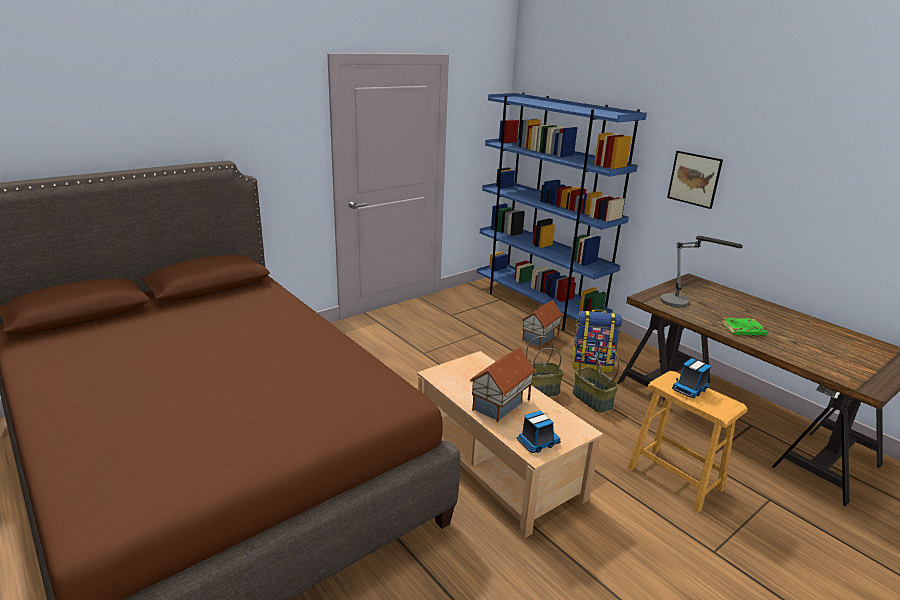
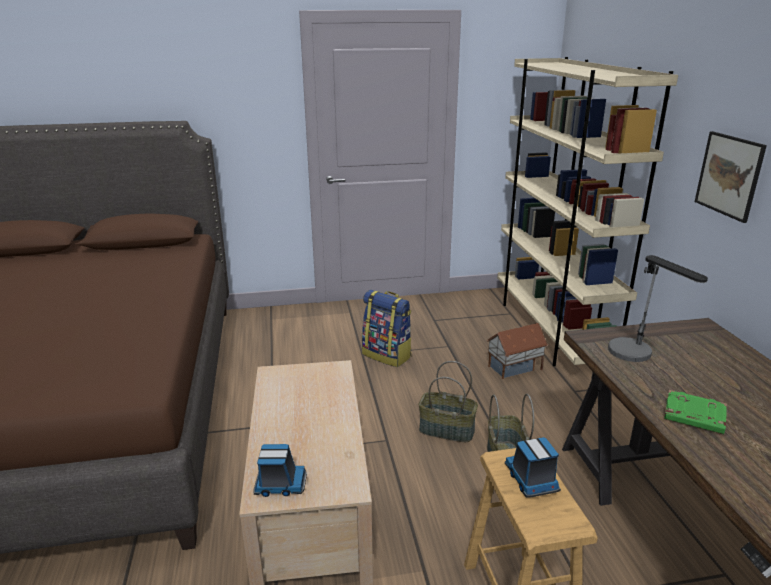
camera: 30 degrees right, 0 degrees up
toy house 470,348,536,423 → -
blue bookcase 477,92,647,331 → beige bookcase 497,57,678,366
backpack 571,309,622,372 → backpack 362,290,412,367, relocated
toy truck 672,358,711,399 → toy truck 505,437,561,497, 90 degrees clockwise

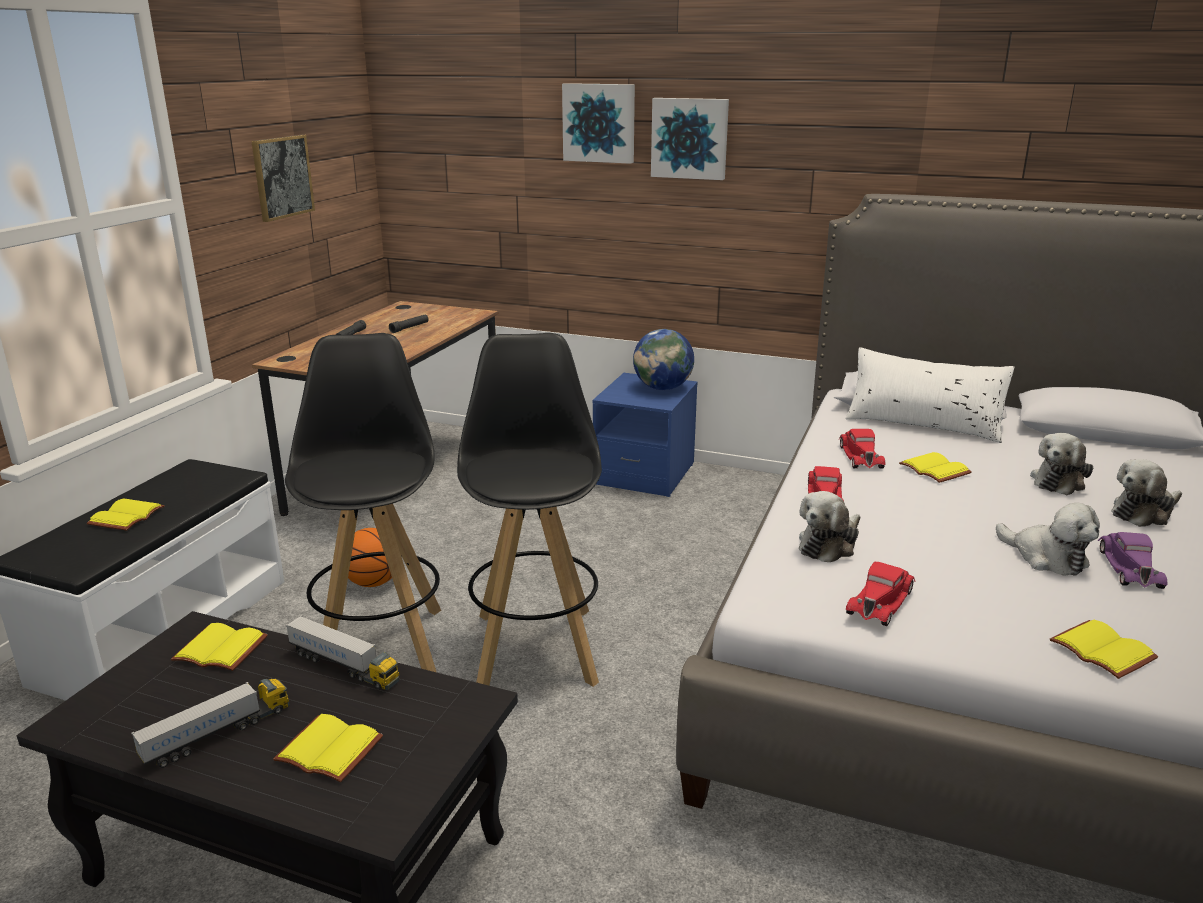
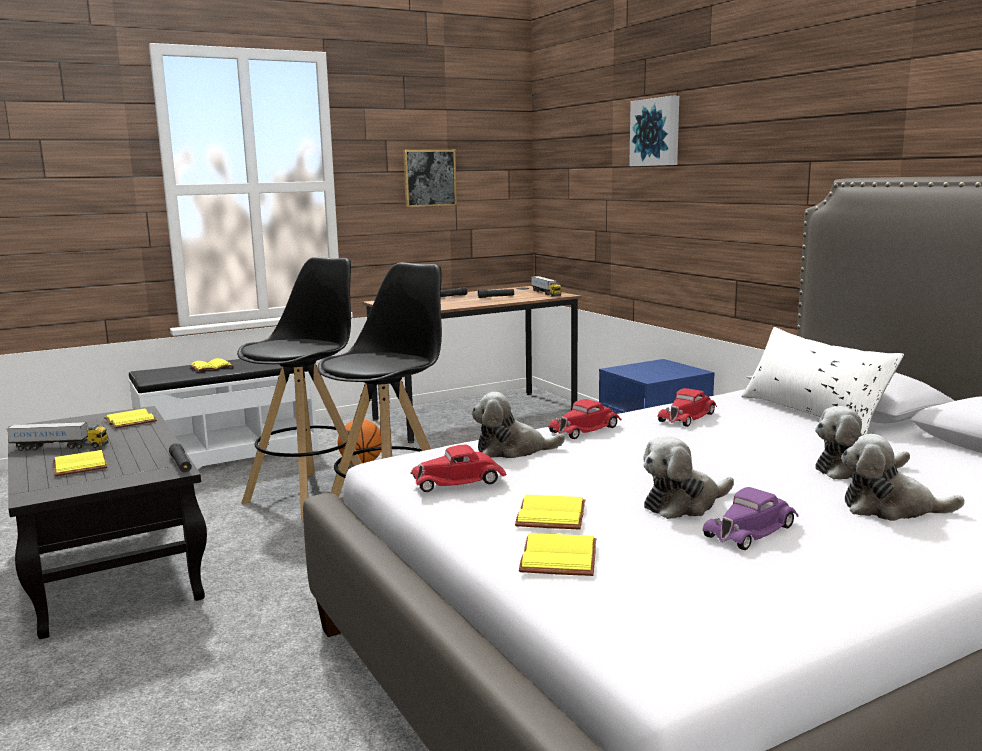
camera: 40 degrees right, 10 degrees down
toy truck 286,616,399,690 → toy truck 531,276,561,297, relocated
globe 633,329,694,390 → -
picture 651,98,729,180 → -
yellow book 899,452,972,483 → yellow book 515,495,585,529, relocated
plush toy 996,503,1100,576 → plush toy 643,436,734,519, 60 degrees clockwise
- → black flashlight 169,443,192,472

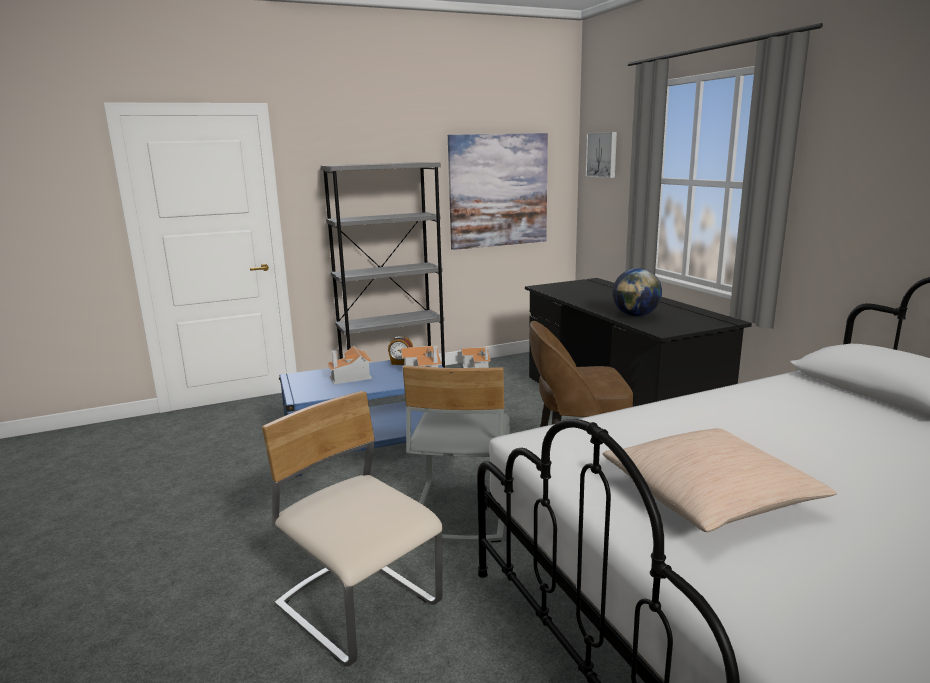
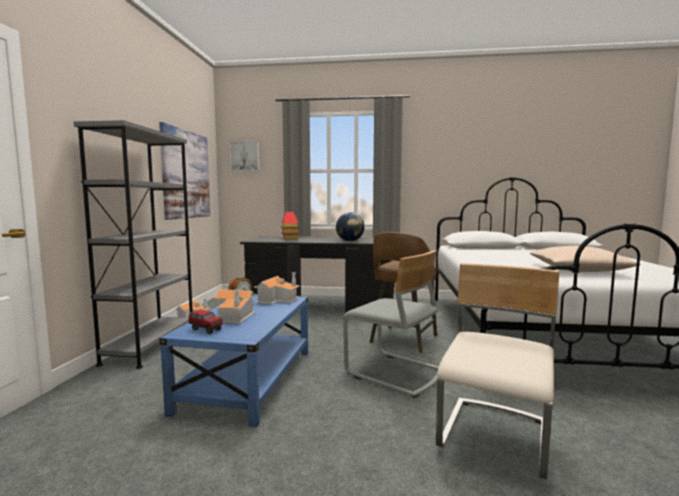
camera: 60 degrees left, 10 degrees down
beige chair 262,391,443,667 → beige chair 436,263,559,480, 135 degrees clockwise
- → toy truck 189,309,223,334
- → toy house 281,212,299,240

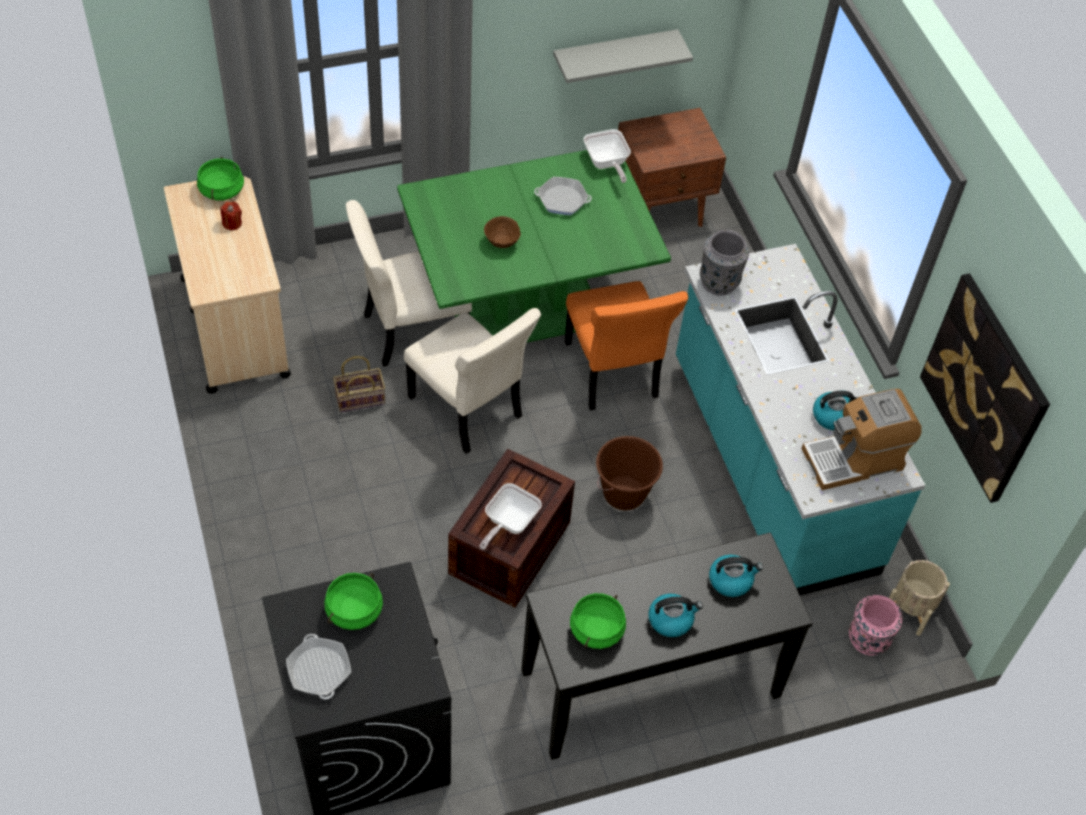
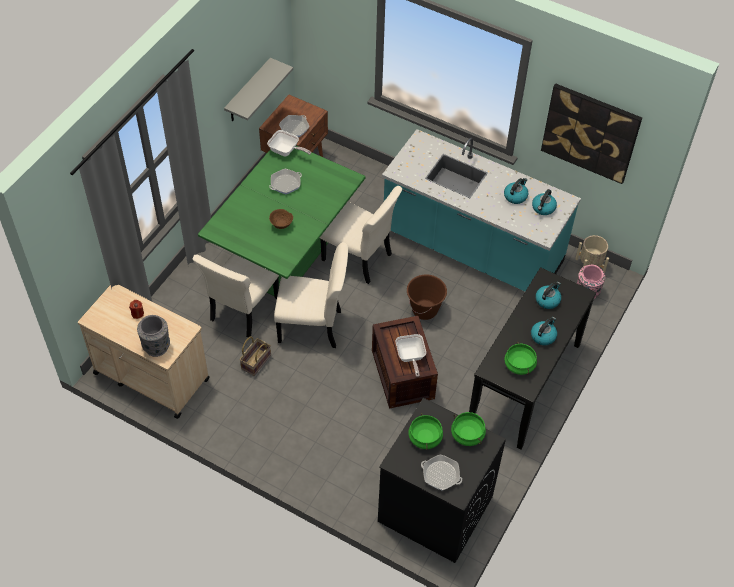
camera: 40 degrees left, 0 degrees up
green cooking pot 197,156,244,201 → green cooking pot 451,412,486,446, relocated
orange chair 565,281,688,411 → beige chair 320,186,402,284
grey vase 700,230,749,296 → grey vase 137,315,170,357, relocated
coffee machine 801,389,921,490 → kettle 532,189,557,215
- → frying pan 279,115,310,137

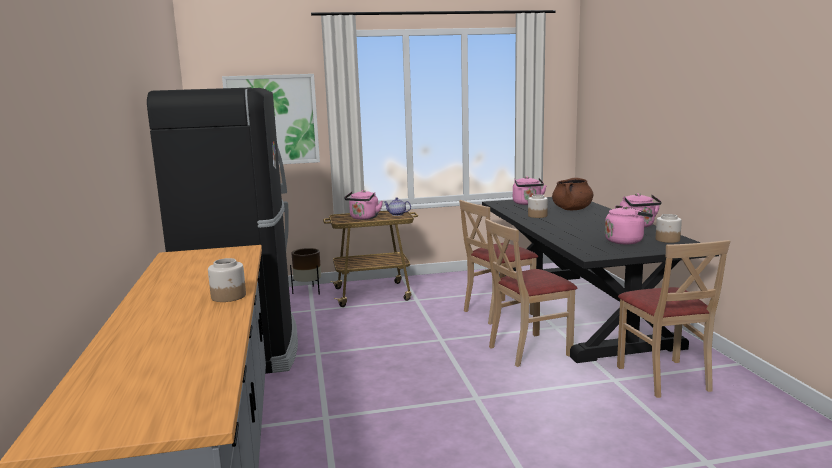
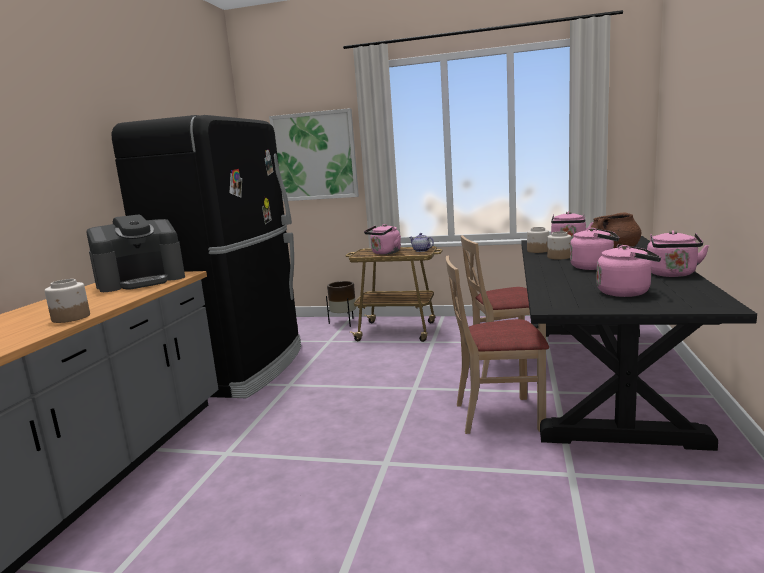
camera: 25 degrees right, 0 degrees up
beige chair 617,240,730,398 → -
jar 656,214,682,243 → jar 527,227,549,253, relocated
- → coffee machine 86,214,185,292
- → pink kettle 570,228,620,270

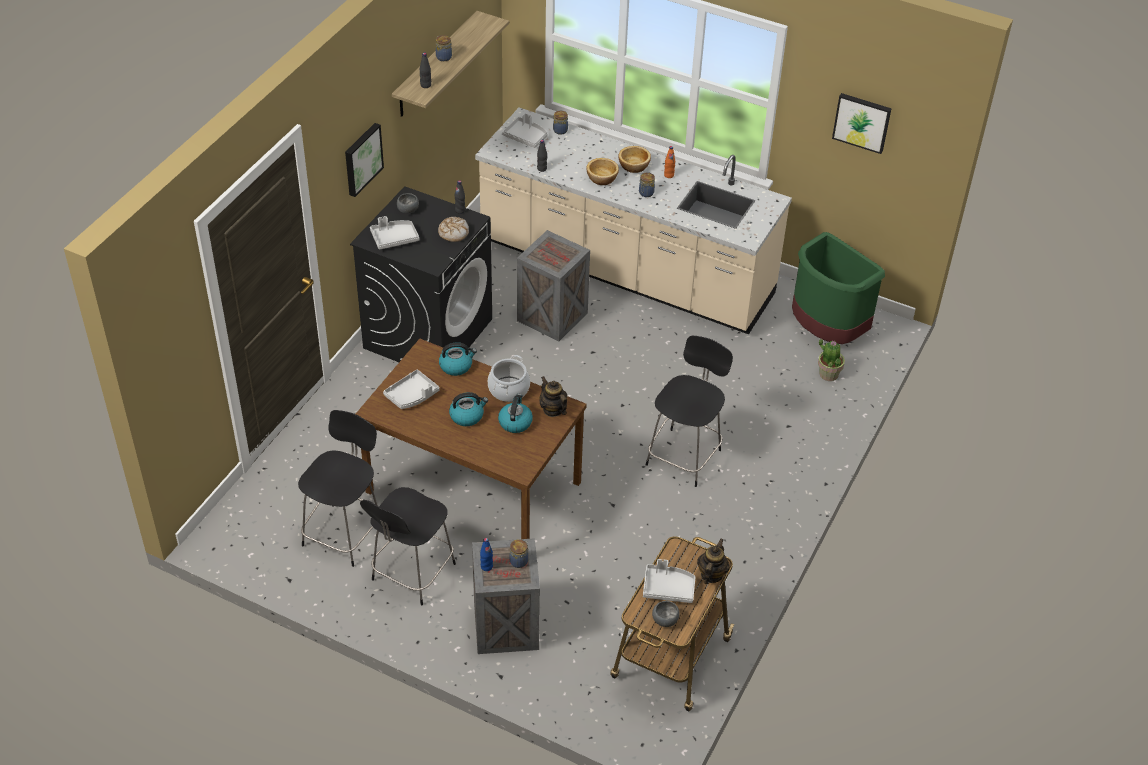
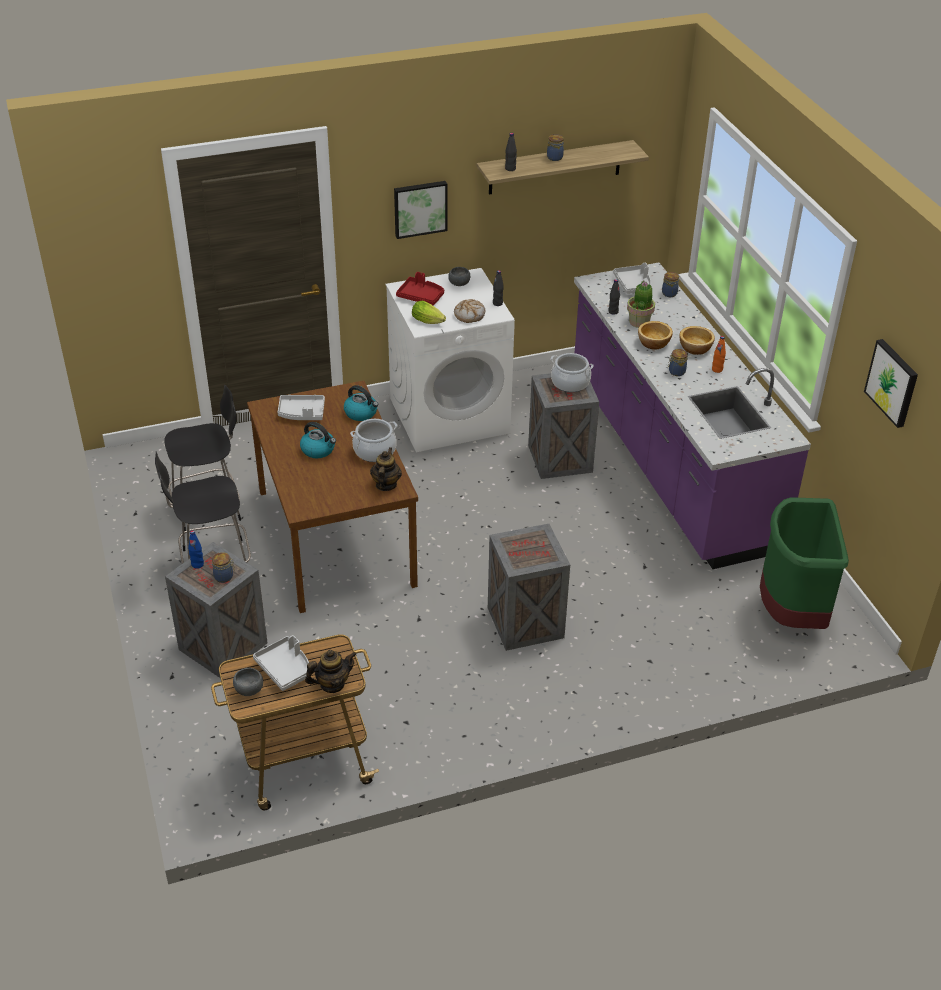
camera: 45 degrees right, 5 degrees down
black washing machine 350,186,492,362 → white washing machine 386,268,515,452
grey tray 370,216,419,250 → red tray 396,272,444,306
beige counter 475,108,792,335 → purple counter 574,263,811,569
kettle 498,394,533,433 → -
black chair 646,336,733,487 → crate 488,524,570,651
potted plant 818,339,845,381 → potted plant 627,280,655,328, relocated
- → lettuce 412,301,446,324
- → cooking pot 551,353,594,392

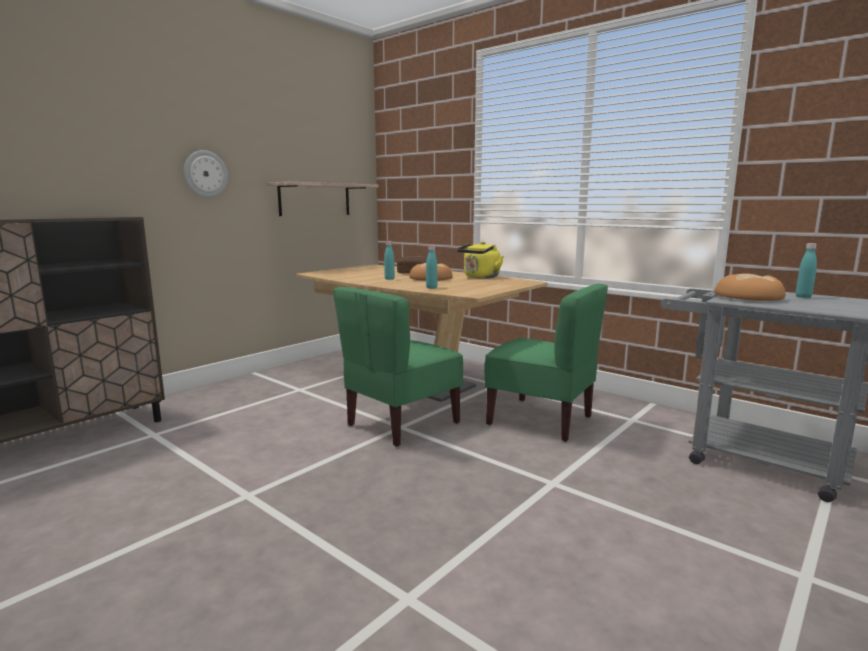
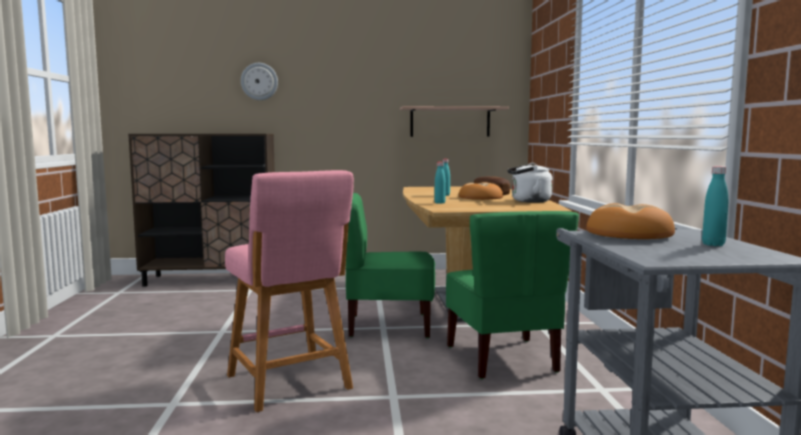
camera: 45 degrees right, 5 degrees down
wall clock 184,150,228,198 → wall clock 241,63,278,100, relocated
yellow kettle 457,242,504,278 → white kettle 507,163,553,203
- → pink stool 225,170,354,412

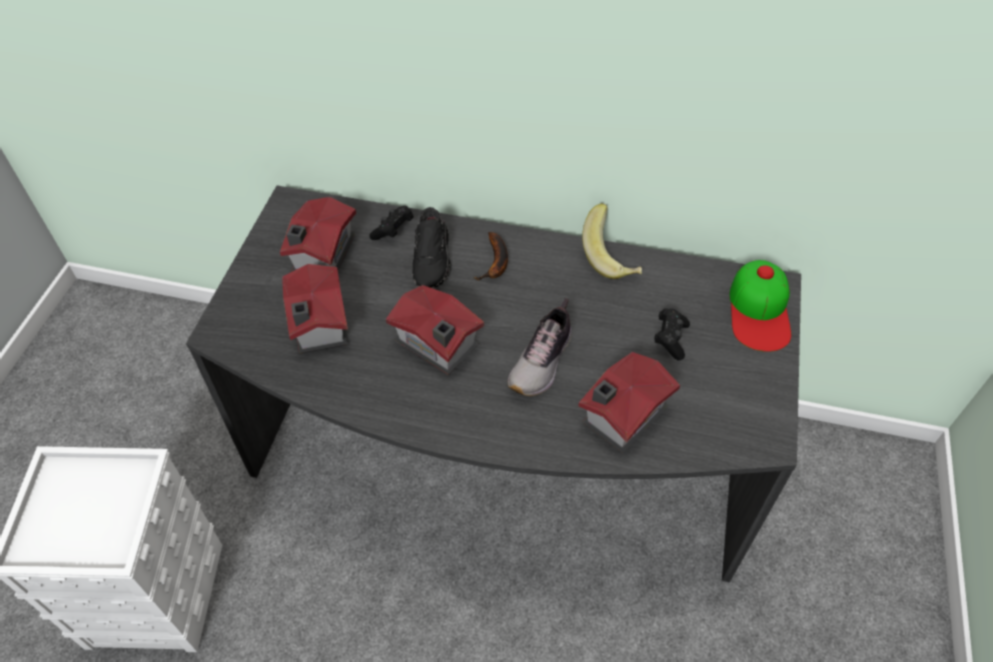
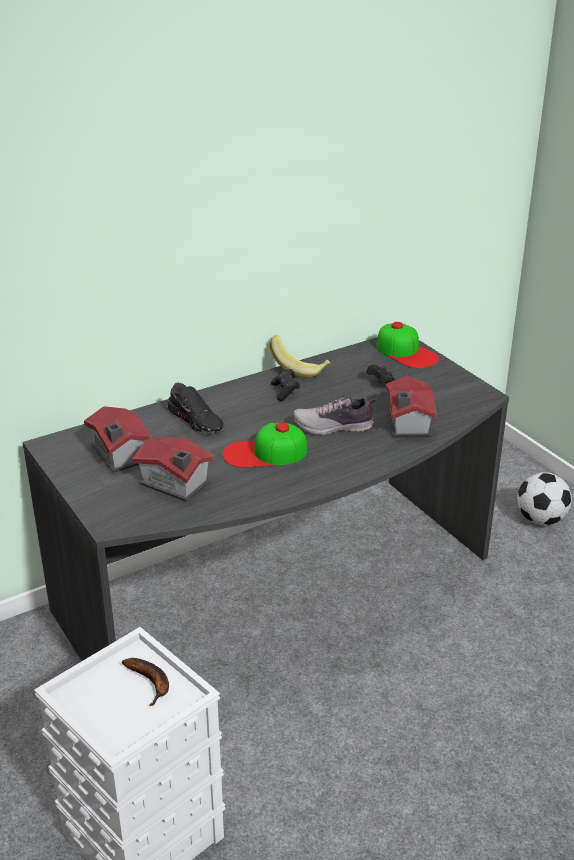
camera: 45 degrees left, 20 degrees down
black game controller 369,206,414,240 → black game controller 271,369,300,401, relocated
toy house 386,285,484,375 → cap 223,422,307,468
banana 474,232,508,280 → banana 122,658,169,706, relocated
shoe 507,298,572,396 → shoe 293,396,377,435, 105 degrees clockwise
- → football 517,472,572,525

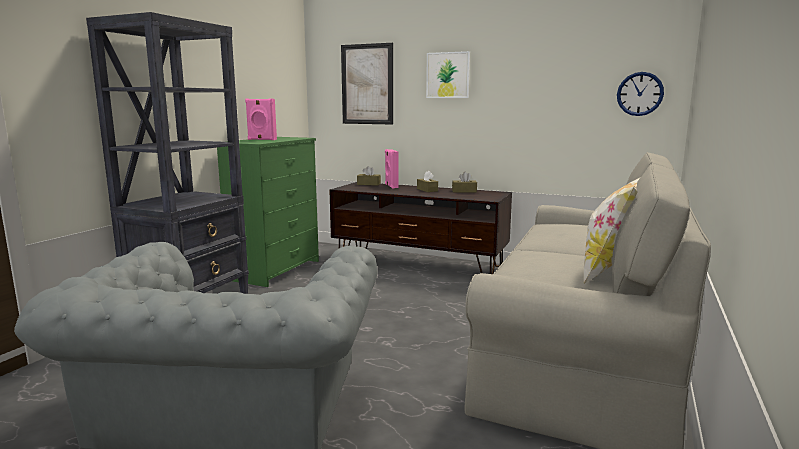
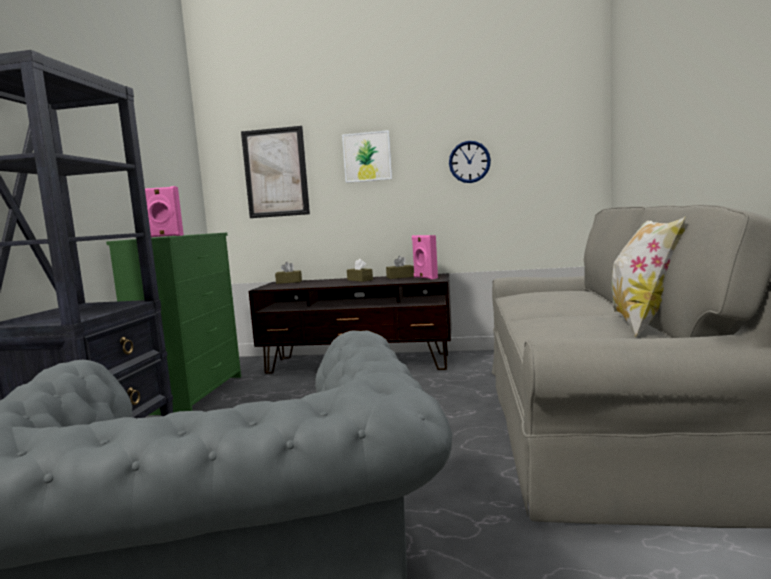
camera: 15 degrees left, 5 degrees down
pink speaker 385,149,398,189 → pink speaker 412,235,438,280, relocated
wall clock 617,72,664,116 → wall clock 449,141,491,183, relocated

